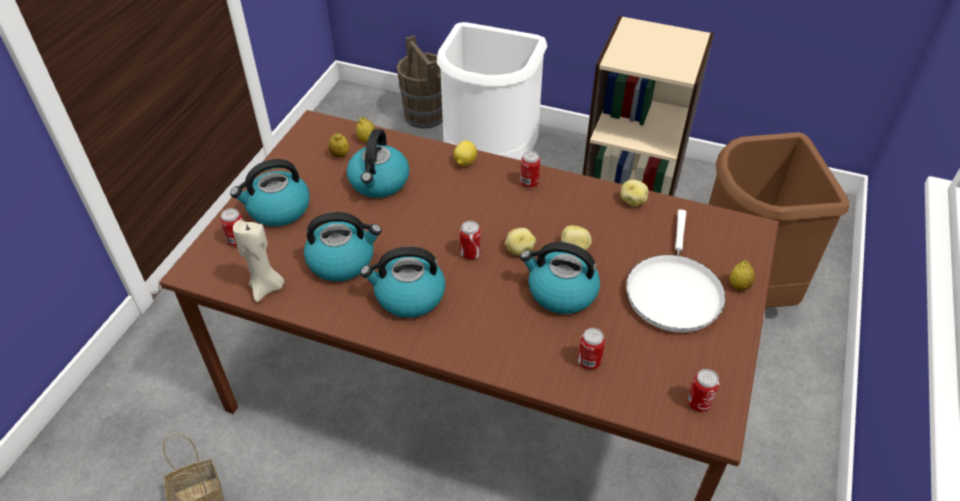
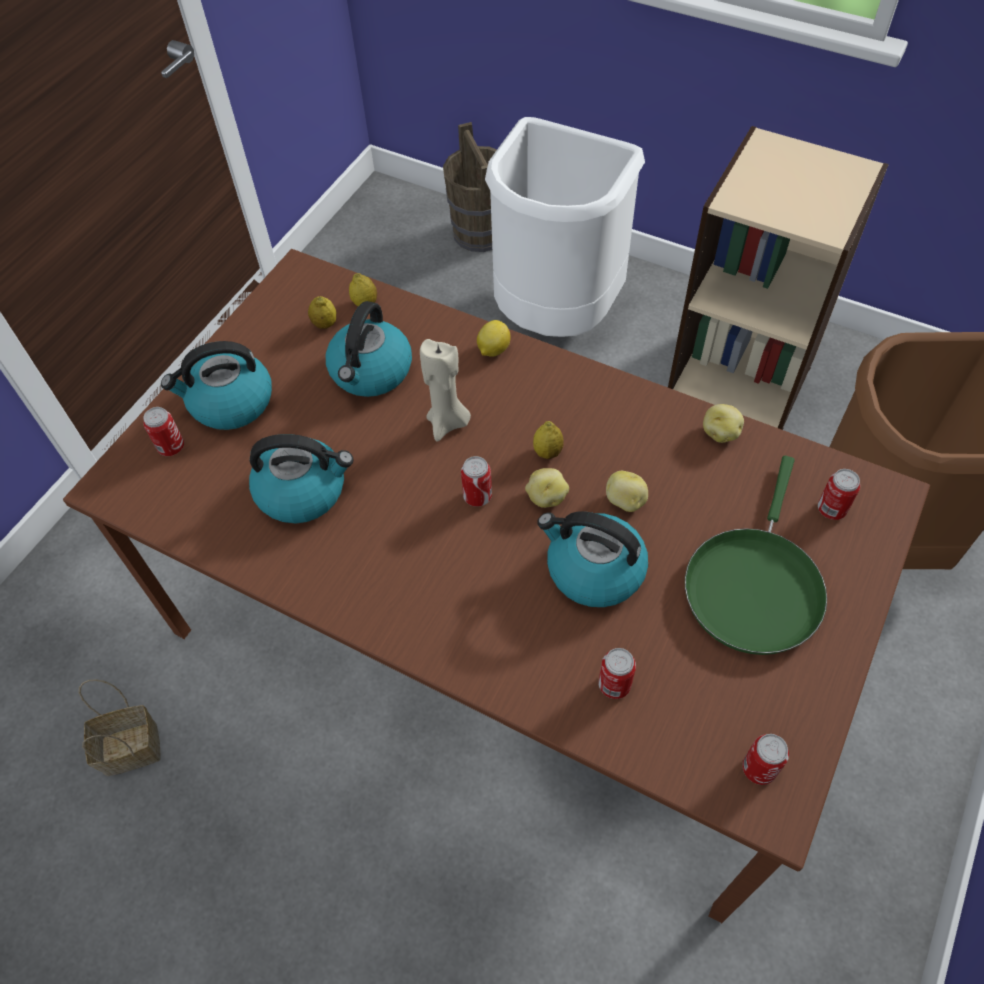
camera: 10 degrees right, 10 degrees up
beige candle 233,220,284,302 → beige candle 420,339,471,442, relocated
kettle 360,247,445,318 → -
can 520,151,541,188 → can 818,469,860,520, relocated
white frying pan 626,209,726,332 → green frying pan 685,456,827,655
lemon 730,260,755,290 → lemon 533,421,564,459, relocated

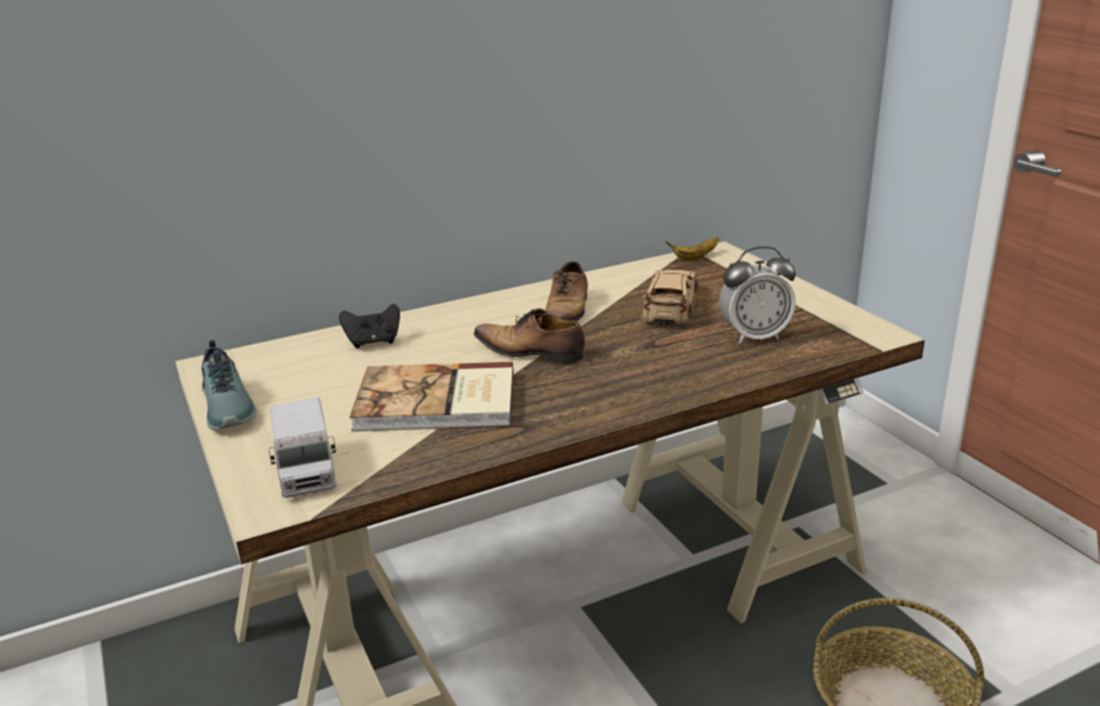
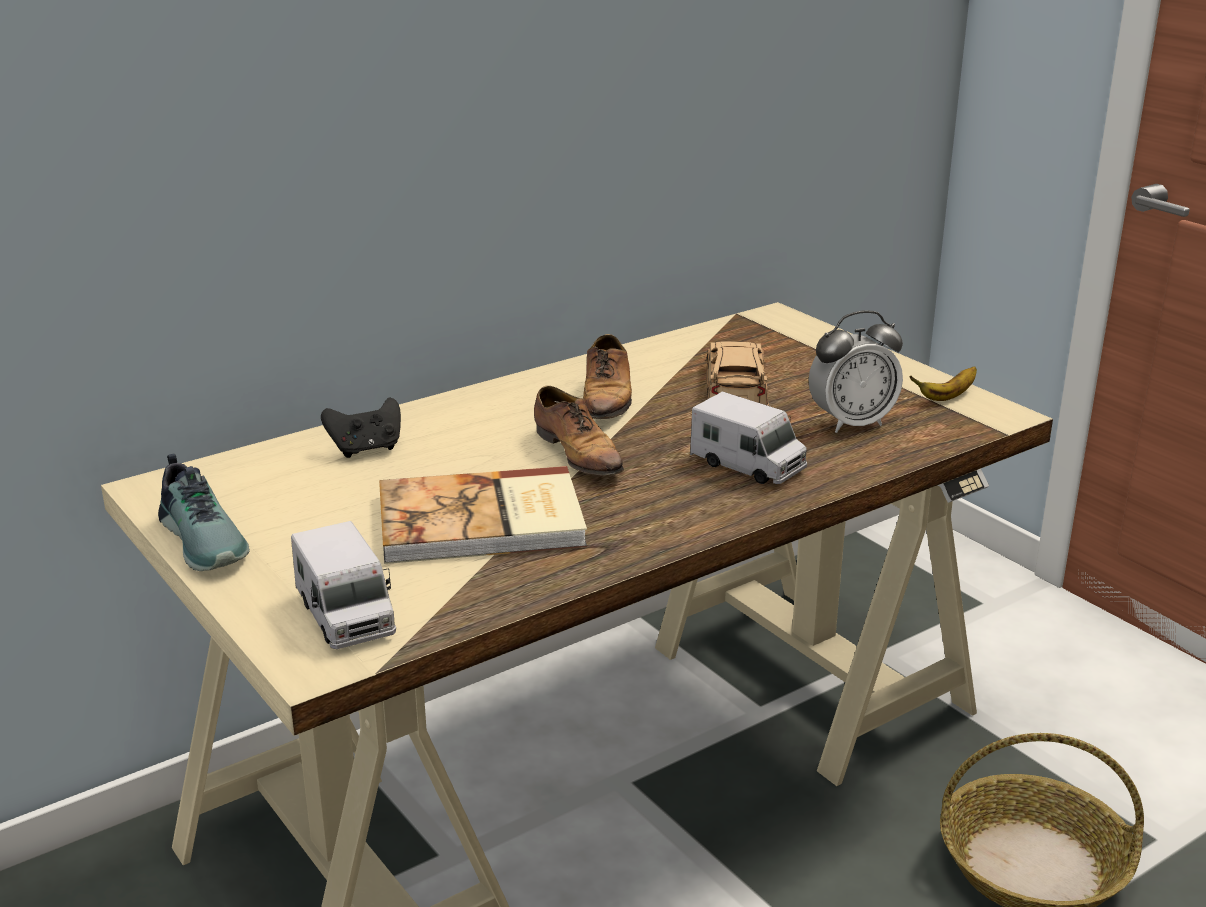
camera: 10 degrees left, 0 degrees up
shoe 474,308,585,364 → shoe 534,386,624,476, 135 degrees counterclockwise
banana 666,237,719,260 → banana 910,366,977,401, relocated
- → toy truck 690,391,807,484

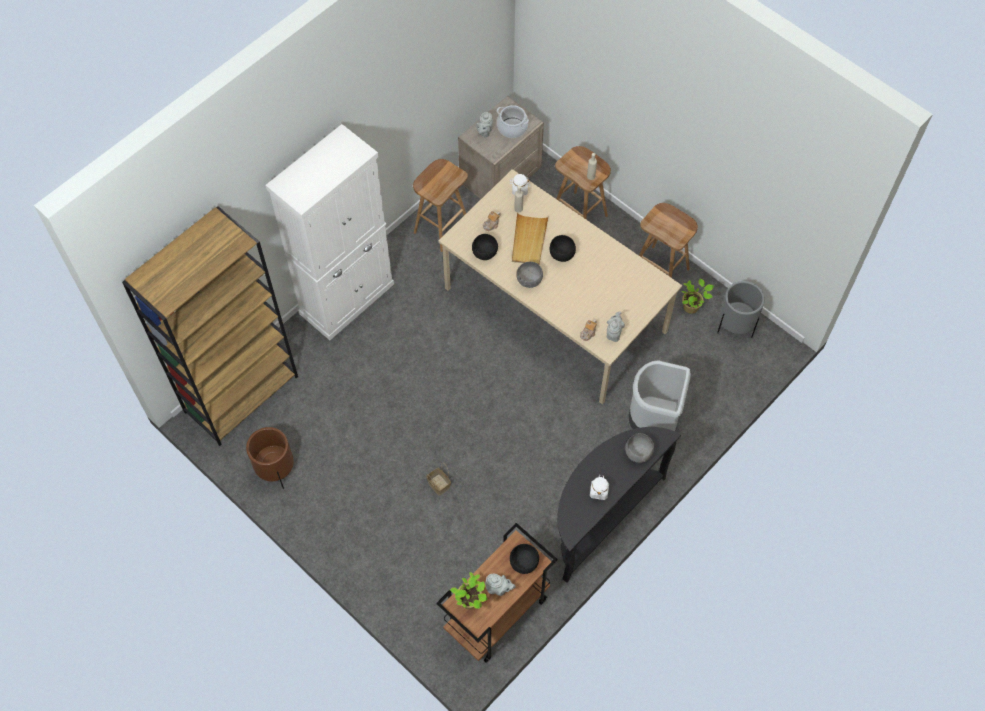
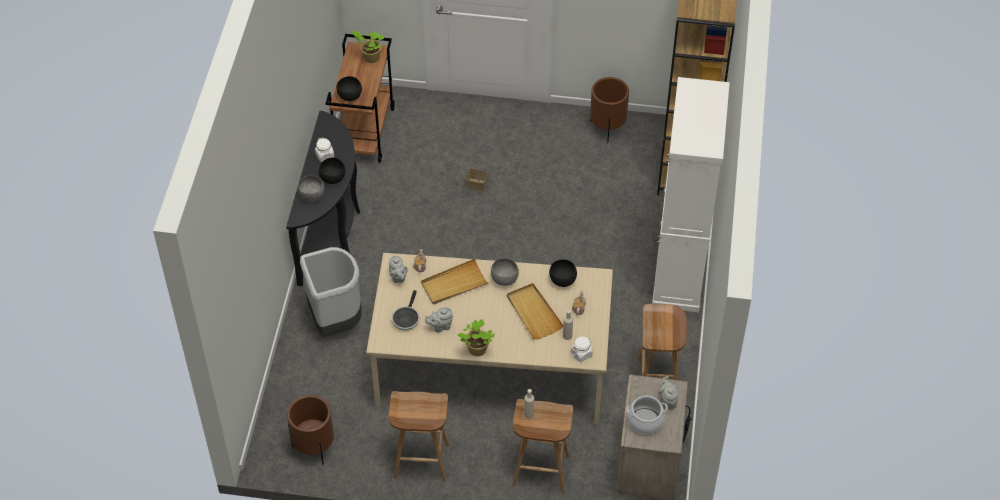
camera: 145 degrees right, 10 degrees down
grey teapot 485,574,515,596 → grey teapot 425,307,453,333, relocated
black bowl 550,235,576,262 → black bowl 319,158,346,184, relocated
potted plant 682,279,714,314 → potted plant 457,319,495,356, relocated
grey planter 717,281,765,338 → brown planter 287,395,334,465
- → frying pan 391,290,420,330
- → beige tray 421,259,489,305

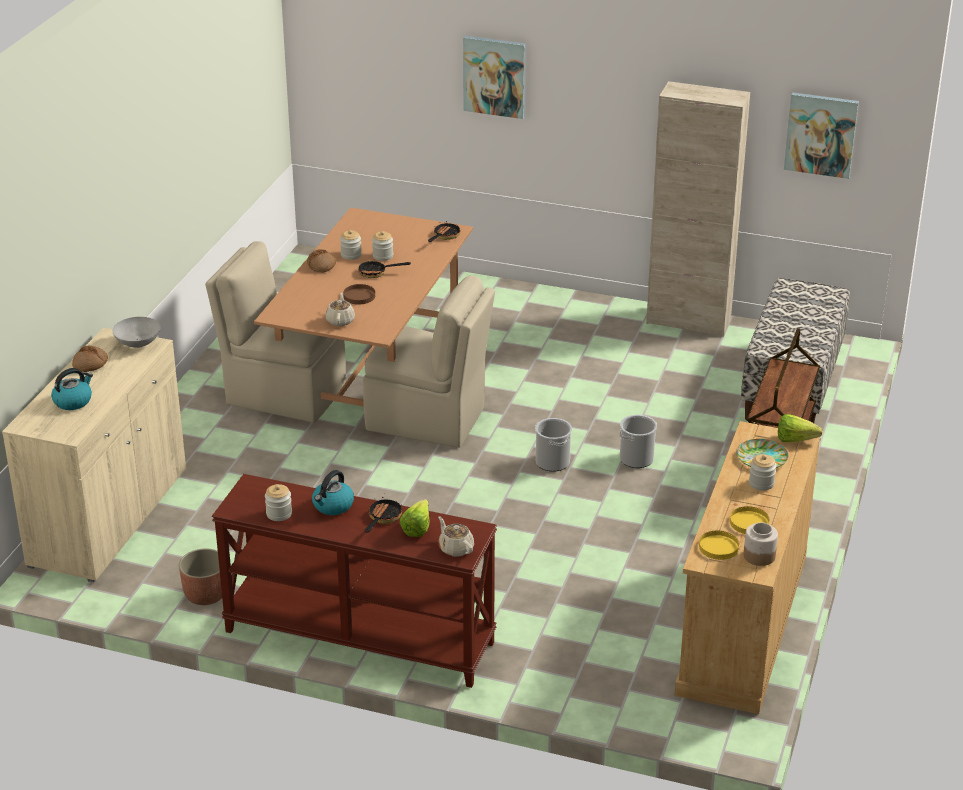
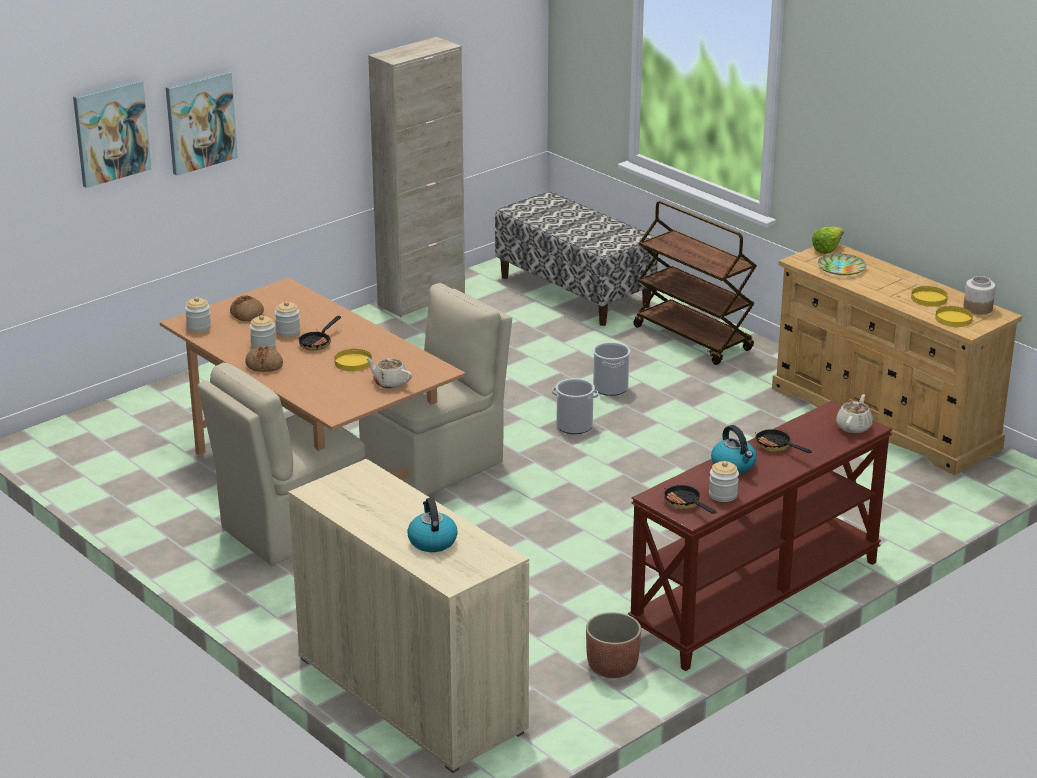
camera: 60 degrees left, 5 degrees down
bread 72,346,108,372 → bread 230,296,264,321, relocated
grey bowl 112,317,160,348 → -
brown plate 343,284,375,305 → yellow plate 334,349,372,371
lettuce 400,499,429,537 → -
frying pan 428,221,460,242 → frying pan 662,484,716,514, relocated
beige teapot 438,516,474,557 → beige teapot 836,394,873,434, 120 degrees clockwise
jar 749,454,777,491 → jar 185,297,211,332, relocated
picture 784,92,859,179 → picture 73,79,151,188, relocated

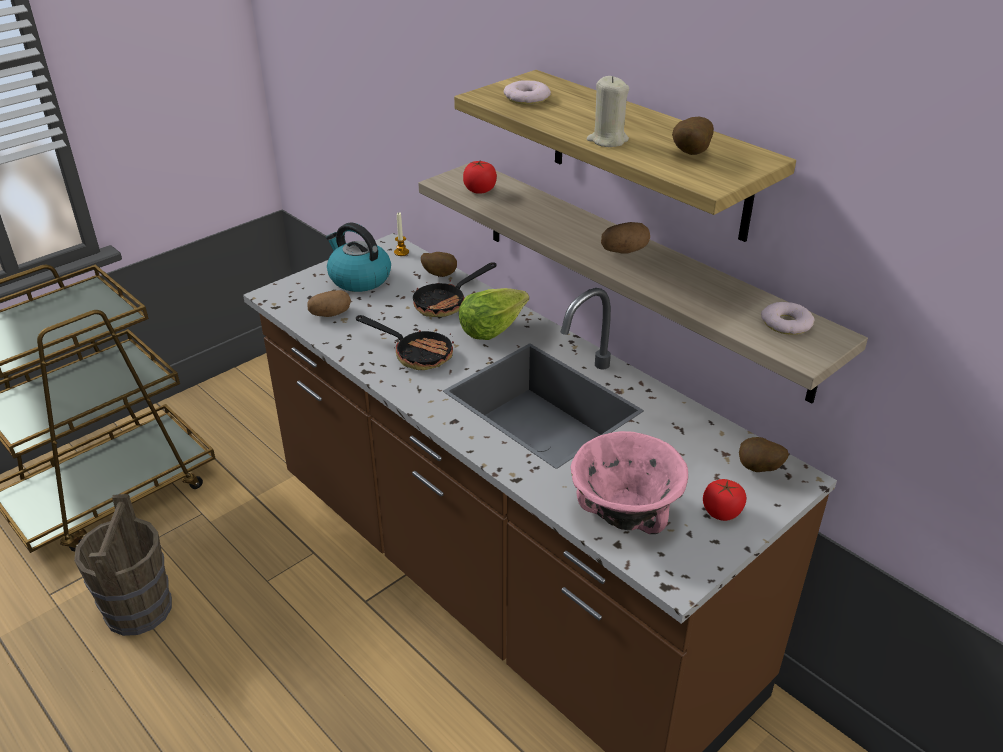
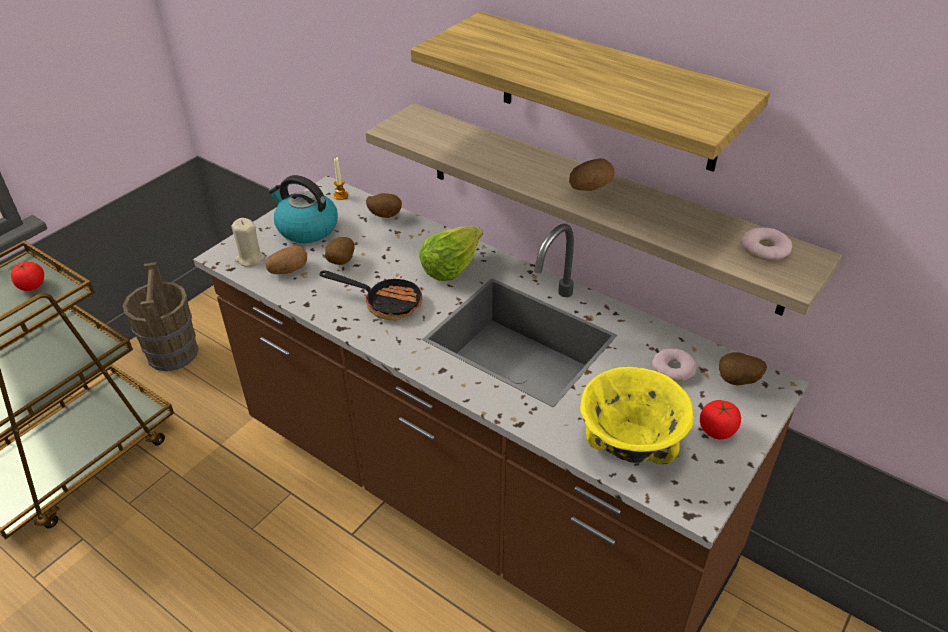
camera: 10 degrees left, 5 degrees up
brown bucket 74,494,172,636 → brown bucket 123,262,199,371, relocated
frying pan 413,262,497,317 → -
tomato 463,161,497,194 → tomato 11,261,44,291, relocated
donut 504,80,551,105 → donut 652,349,697,381, relocated
pink bowl 571,431,688,534 → yellow bowl 580,367,694,464
beige candle 587,76,629,147 → beige candle 232,218,265,267, relocated
potato 672,117,714,155 → potato 325,237,354,265, relocated

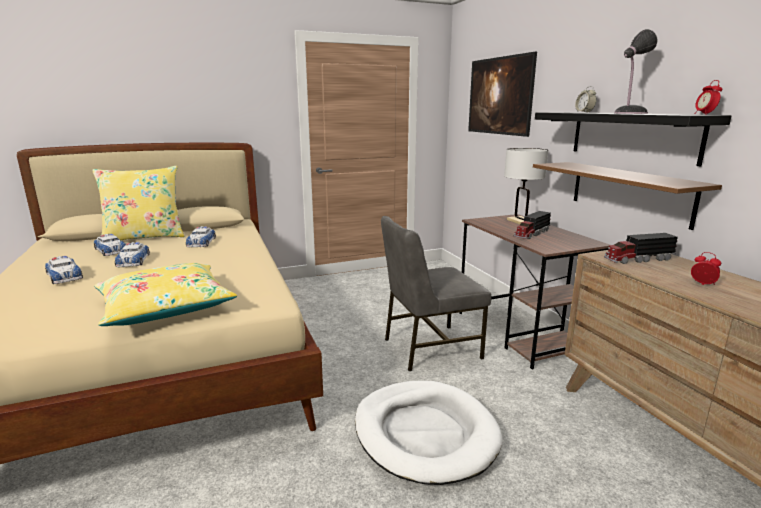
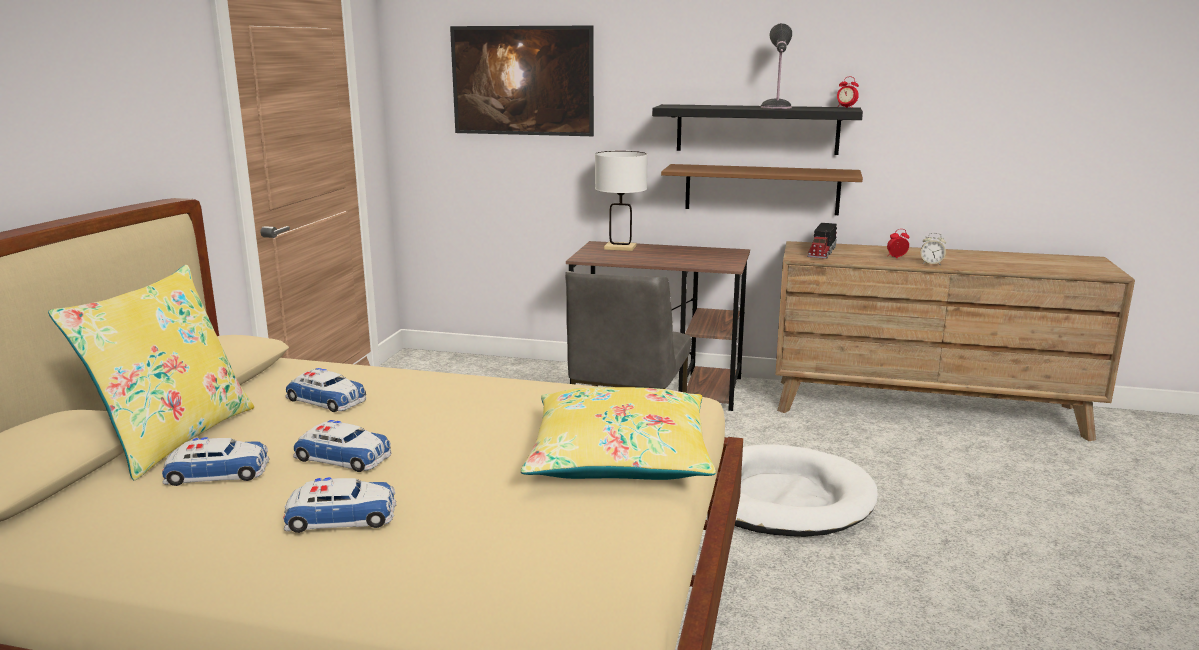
camera: 55 degrees left, 0 degrees up
toy truck 514,211,551,239 → -
alarm clock 575,86,597,112 → alarm clock 921,233,946,265, relocated

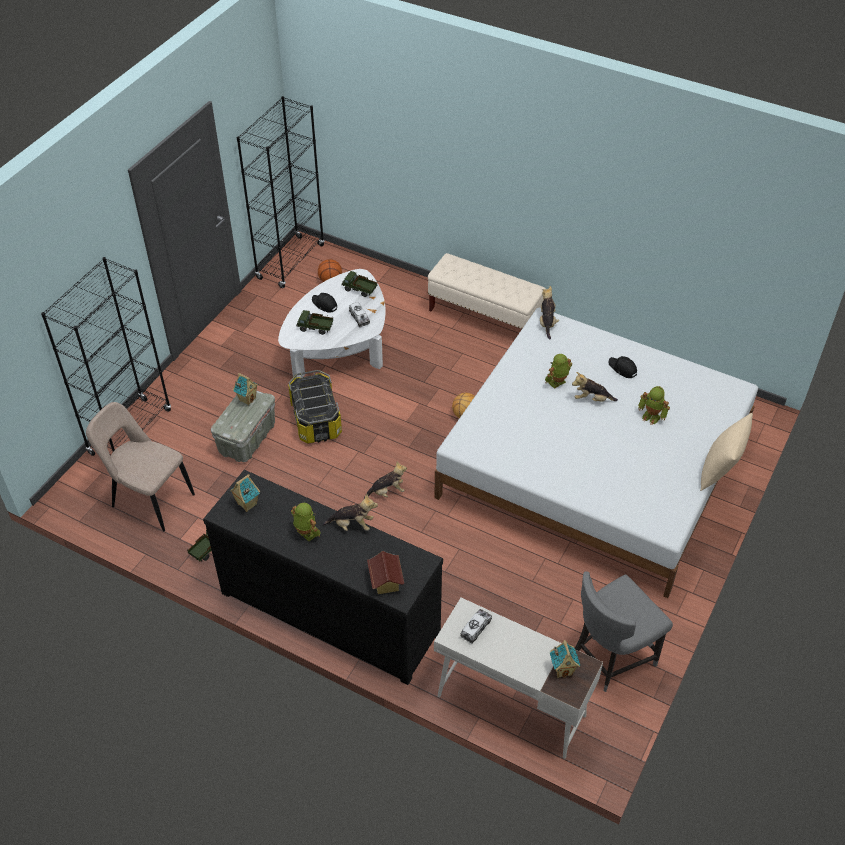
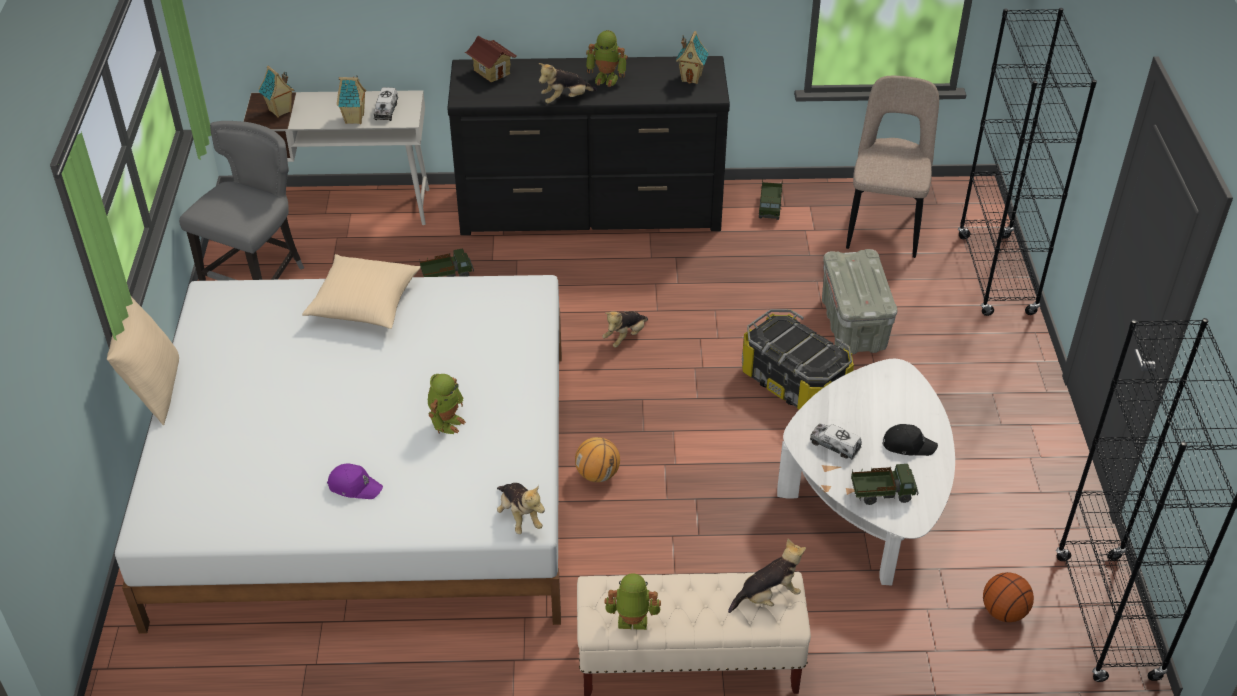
camera: 150 degrees right, 5 degrees down
beige chair 86,402,195,532 → beige chair 846,76,939,258, 75 degrees counterclockwise
toy house 233,373,258,406 → toy house 337,76,366,124, relocated
toy truck 296,310,333,335 → toy truck 420,249,474,277, relocated
plush toy 572,372,618,402 → plush toy 728,539,806,613, relocated
black cap 609,356,637,378 → purple cap 327,463,383,499
toy robot 638,386,670,425 → toy robot 605,573,661,630, relocated
- → beige pillow 302,254,421,329

